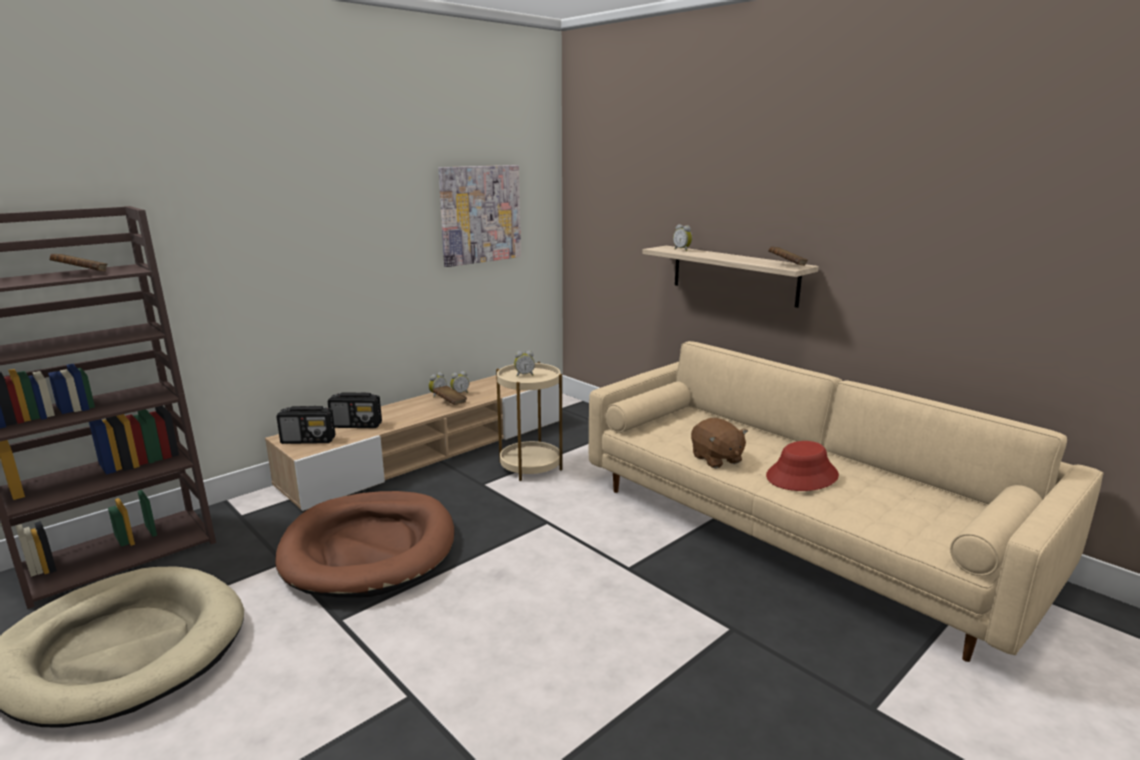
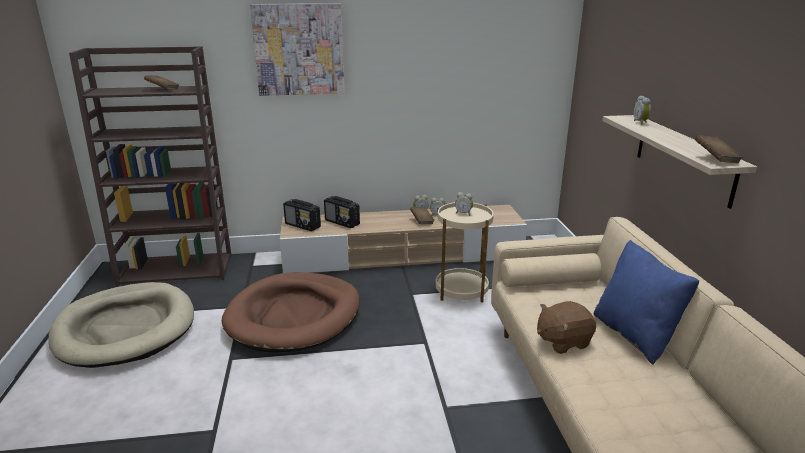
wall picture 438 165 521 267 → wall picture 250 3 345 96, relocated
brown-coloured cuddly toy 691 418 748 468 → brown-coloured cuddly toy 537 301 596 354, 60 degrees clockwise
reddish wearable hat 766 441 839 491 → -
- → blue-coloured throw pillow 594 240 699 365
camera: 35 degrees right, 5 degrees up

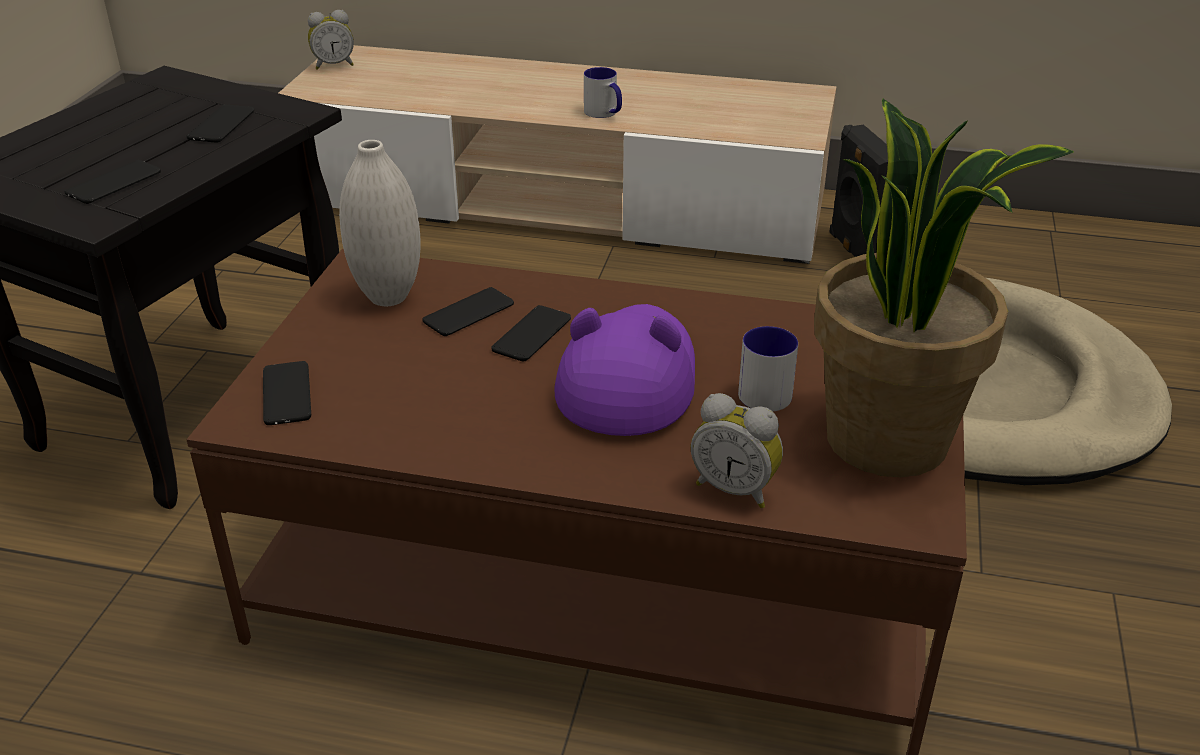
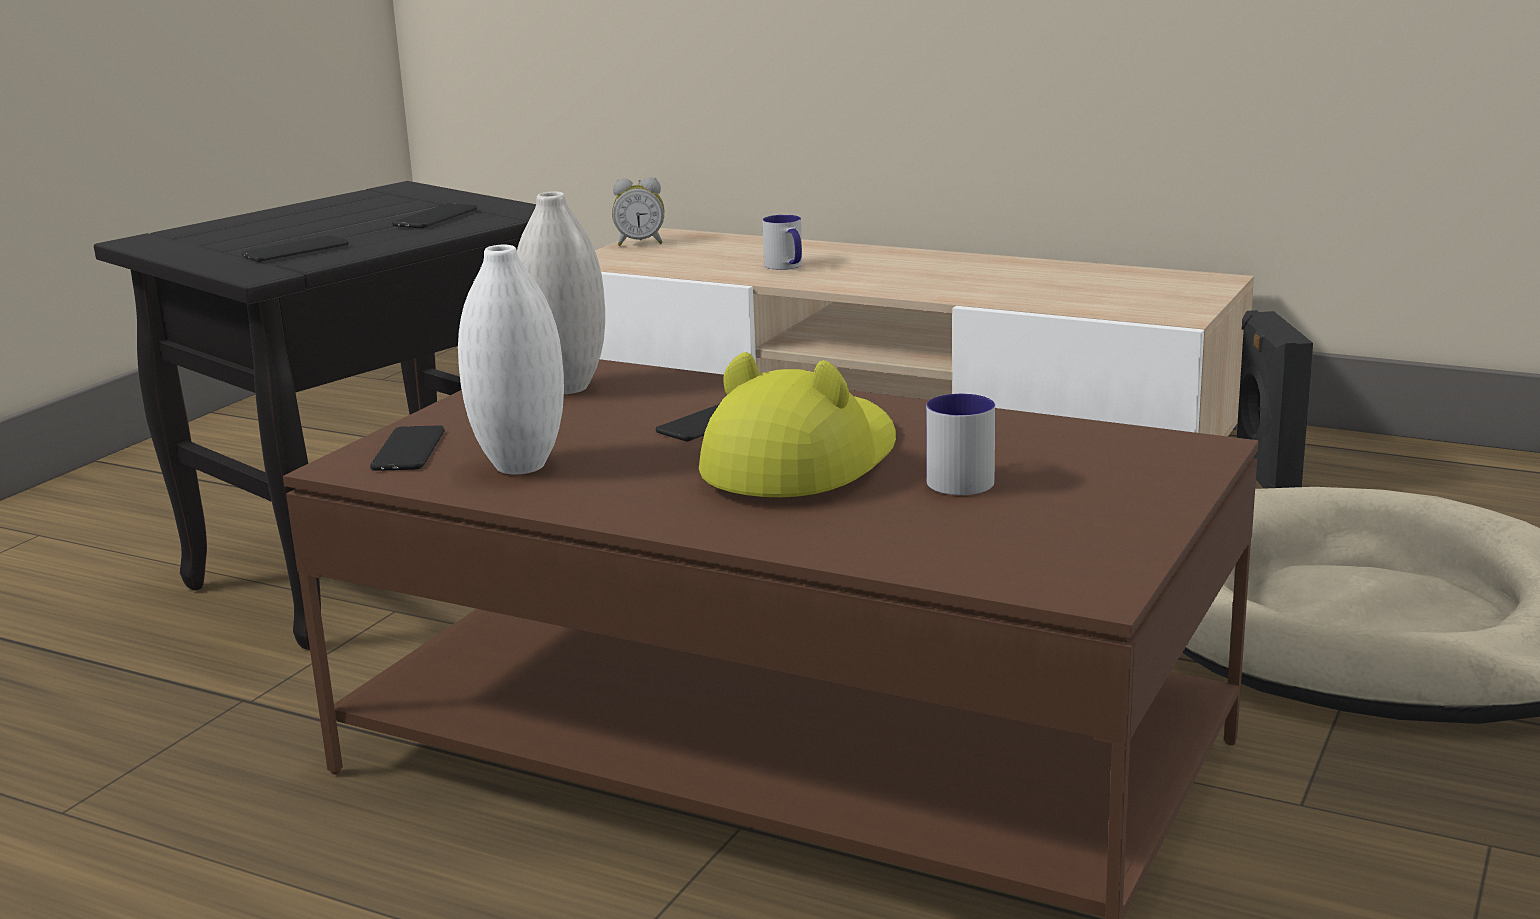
phone 422 287 514 336 → -
purplish wearable hat 555 304 695 436 → yellow wearable hat 699 352 896 497
coffee mug 584 67 622 118 → coffee mug 762 215 802 270, relocated
alarm clock 691 393 783 508 → -
houseplant 814 99 1074 477 → -
- → white-coloured decorative vase 458 245 564 474
camera: 15 degrees right, 15 degrees down

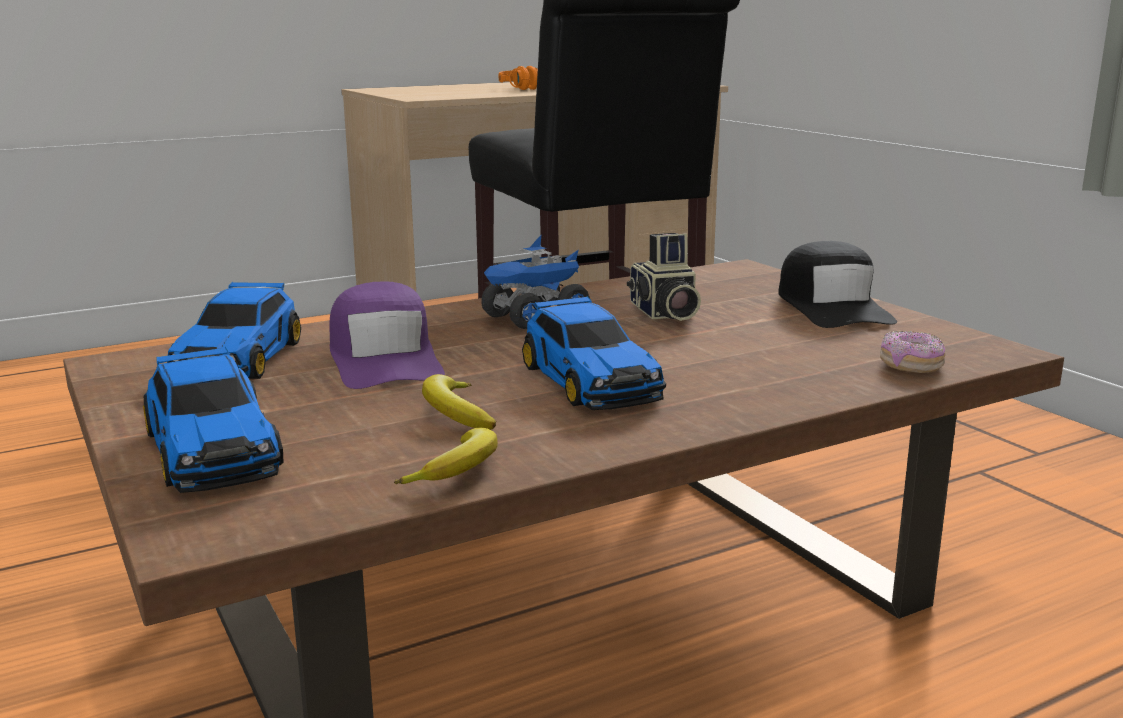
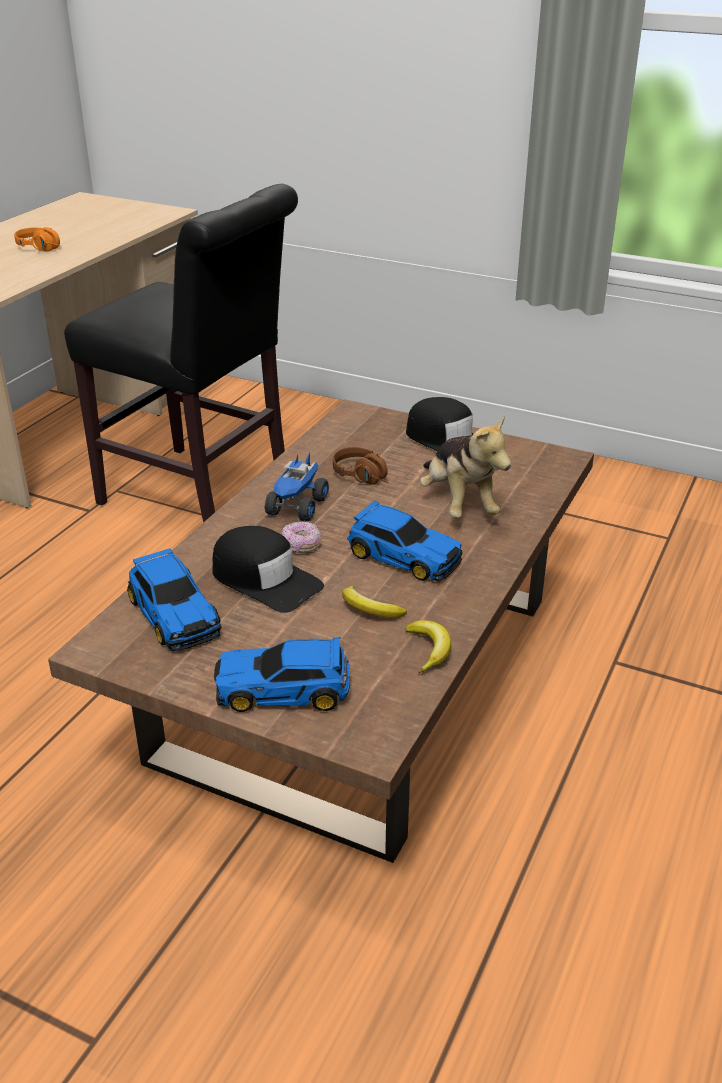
miniature car 143 347 284 493 → miniature car 214 637 350 712, 150 degrees clockwise
purplish peaked cap 329 281 445 389 → black-coloured peaked cap 212 526 324 613
photo camera 627 233 701 321 → brown-coloured headphones 333 447 389 485
ring doughnut 880 331 945 373 → ring doughnut 282 521 321 553, relocated
- → cuddly toy 420 415 511 518
camera: 35 degrees left, 15 degrees up

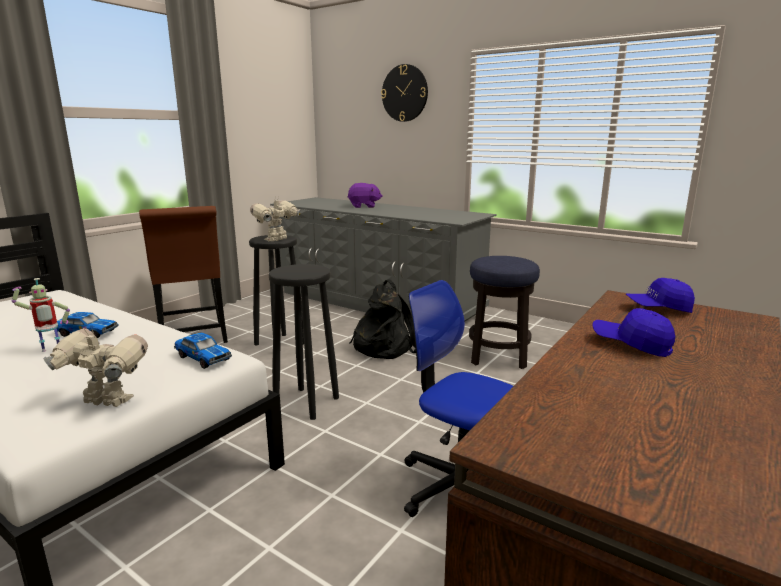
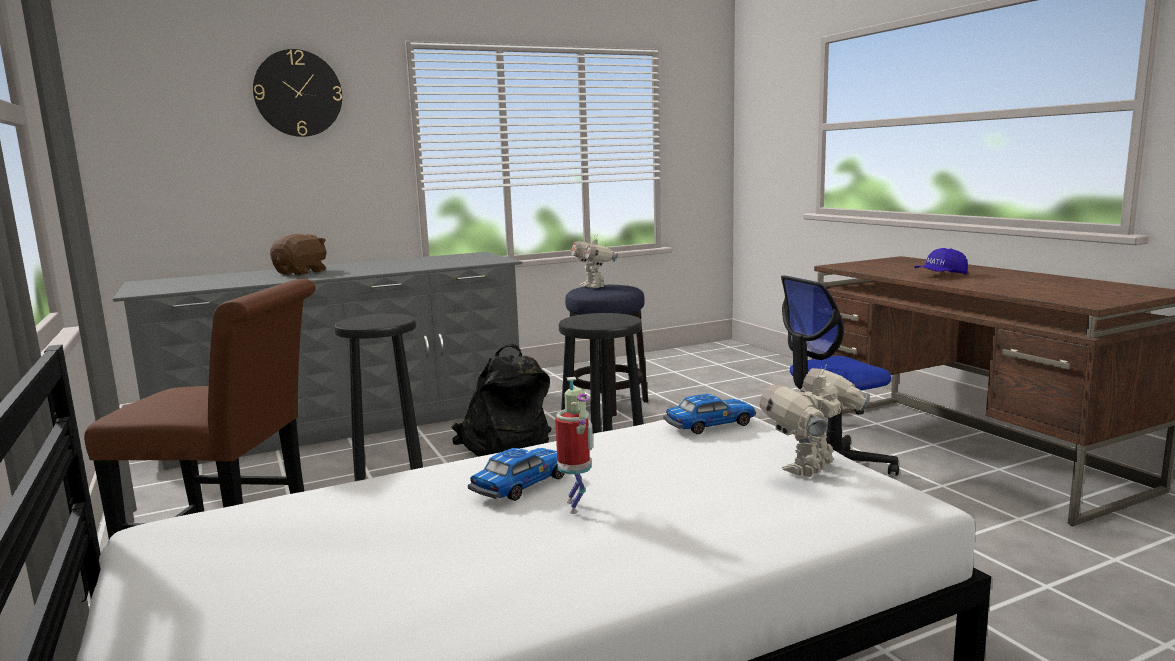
model robot 250 197 301 241 → model robot 571 234 618 288, relocated
purplish cuddly toy 347 183 383 208 → brown-coloured cuddly toy 270 234 327 275
blue-coloured peaked cap 626 278 695 313 → -
camera: 60 degrees left, 5 degrees down

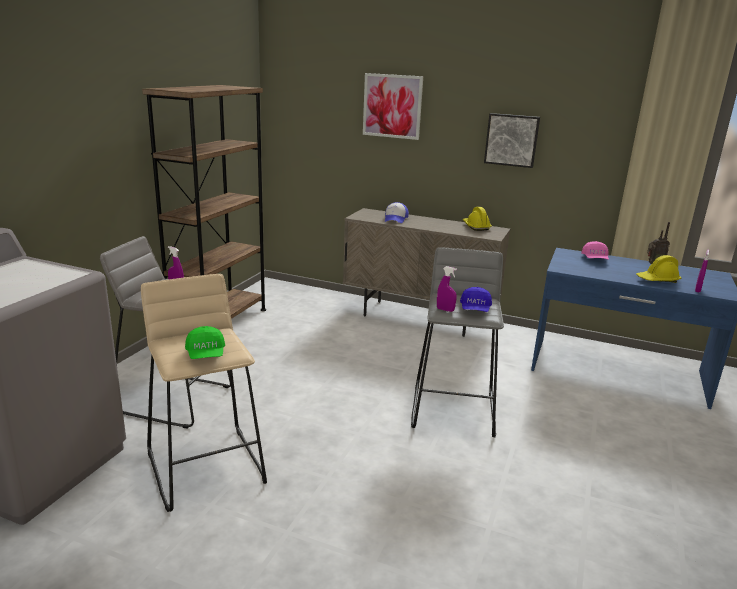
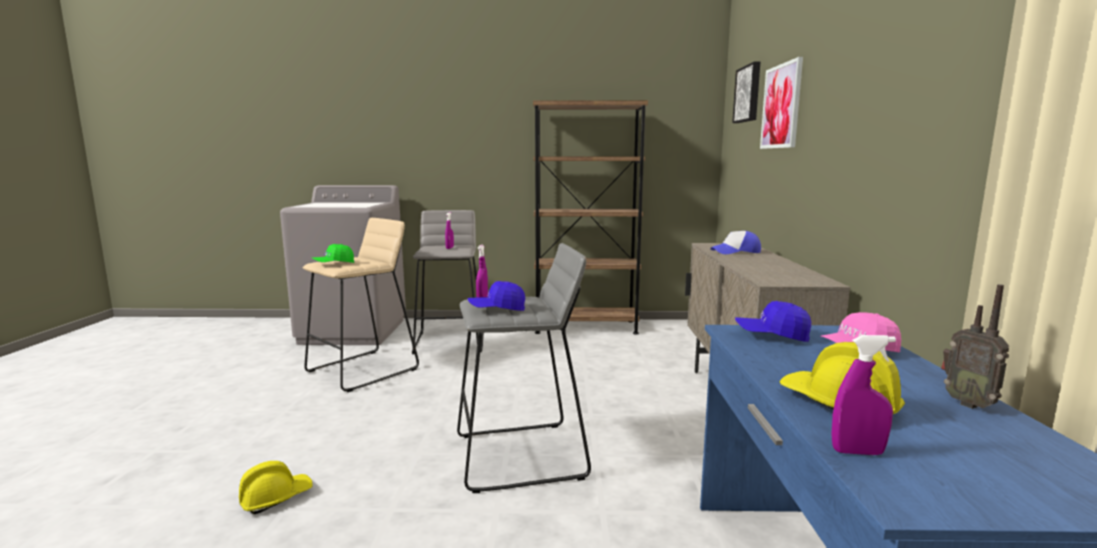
yellow work helmet 462 207 492 231 → yellow work helmet 239 461 313 514, relocated
wall picture 484 113 540 168 → wall picture 732 62 760 123, relocated
- → blue-coloured peaked cap 735 301 811 342
camera: 70 degrees right, 10 degrees down

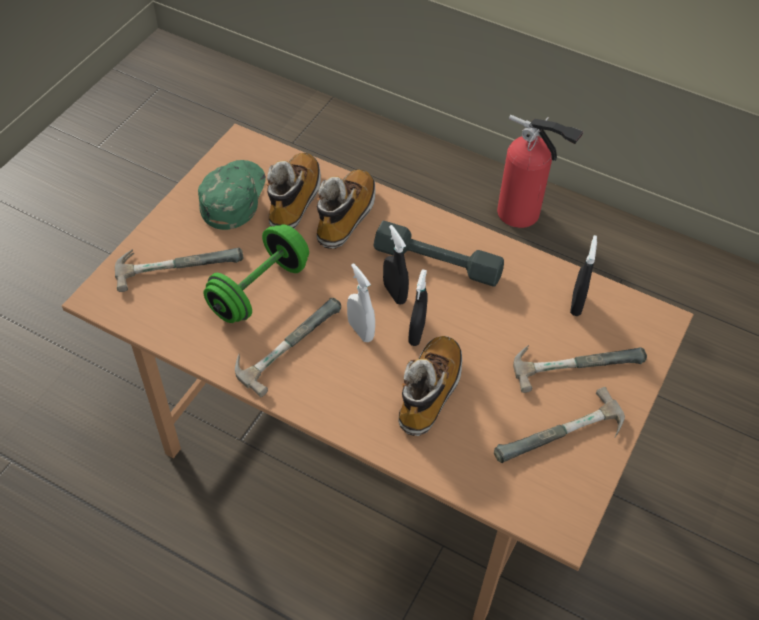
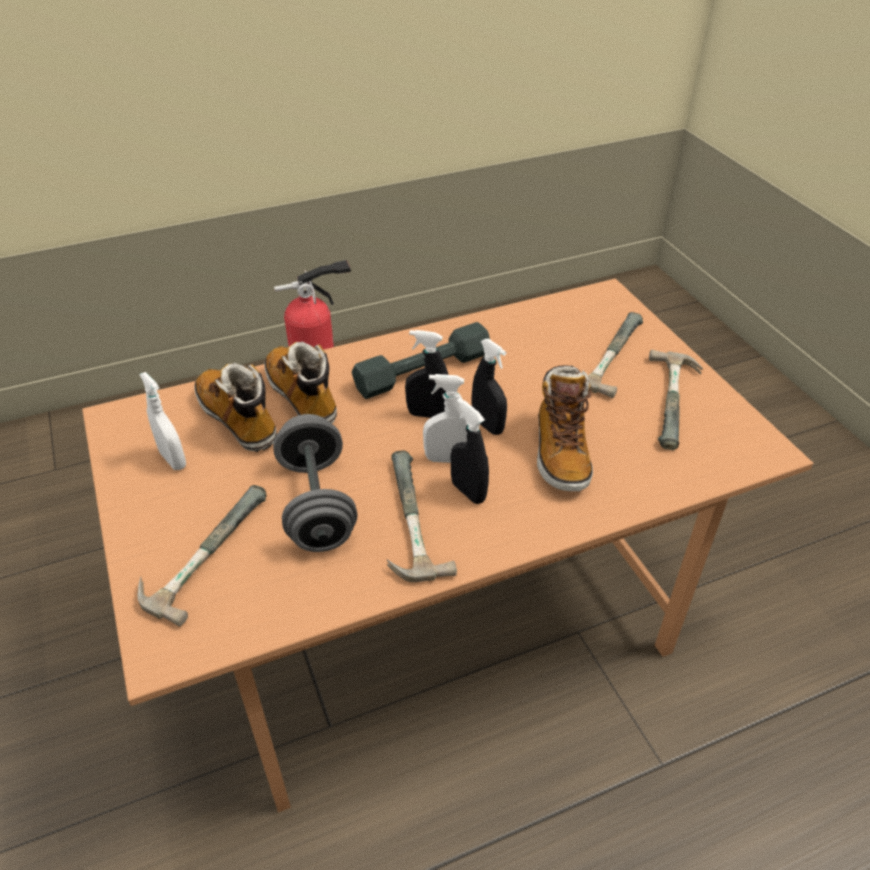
greenish peaked cap 198 160 266 230 → white-coloured hand sprayer 139 372 186 470
greenish hand weight 203 224 309 323 → gray hand weight 273 414 357 552
high-top boot 398 336 462 436 → high-top boot 537 365 593 492, 150 degrees counterclockwise
black-coloured hand sprayer 570 235 597 316 → black-coloured hand sprayer 451 398 489 504, relocated
camera: 50 degrees left, 10 degrees down

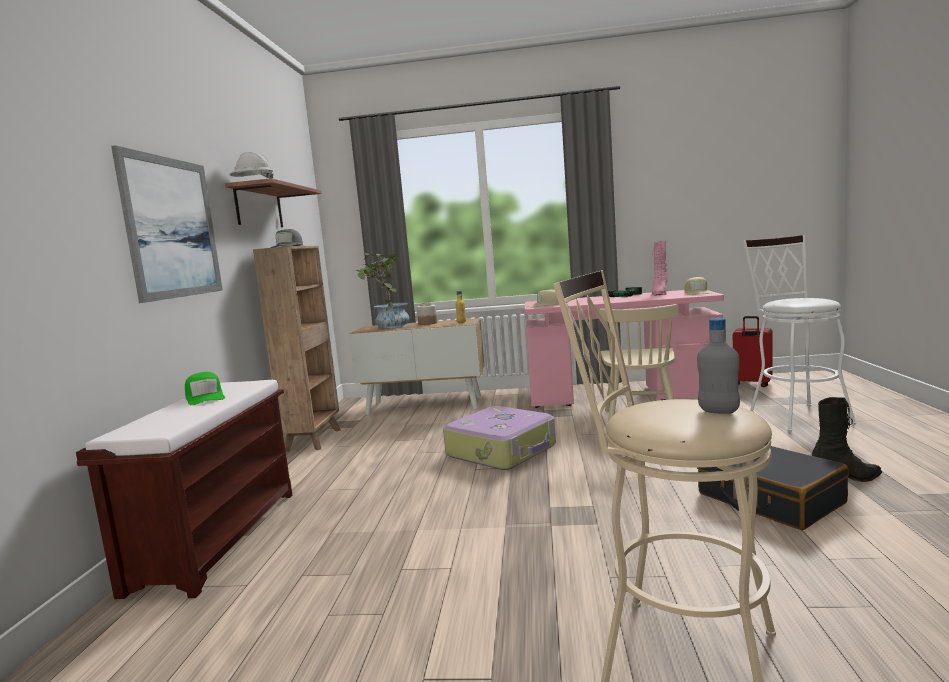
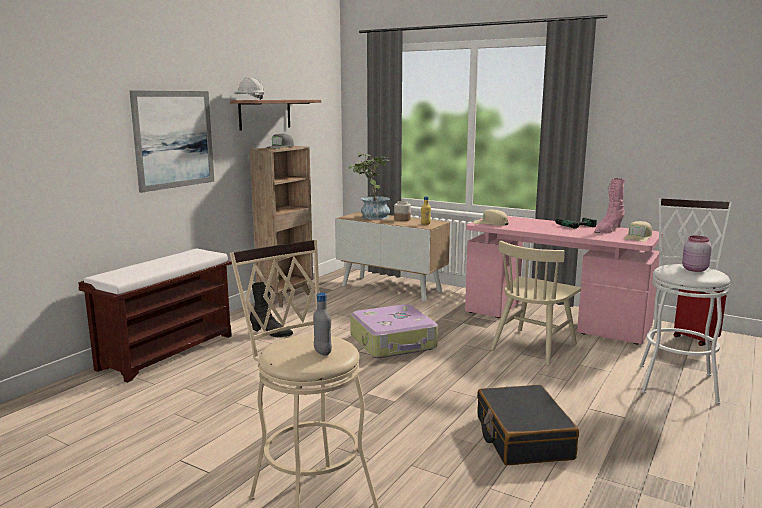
greenish peaked cap 185 372 225 405 → -
black-coloured high-top boot 812 397 882 482 → black-coloured high-top boot 250 282 293 337, relocated
- → pinkish jar 682 236 712 272
camera: 25 degrees right, 5 degrees up

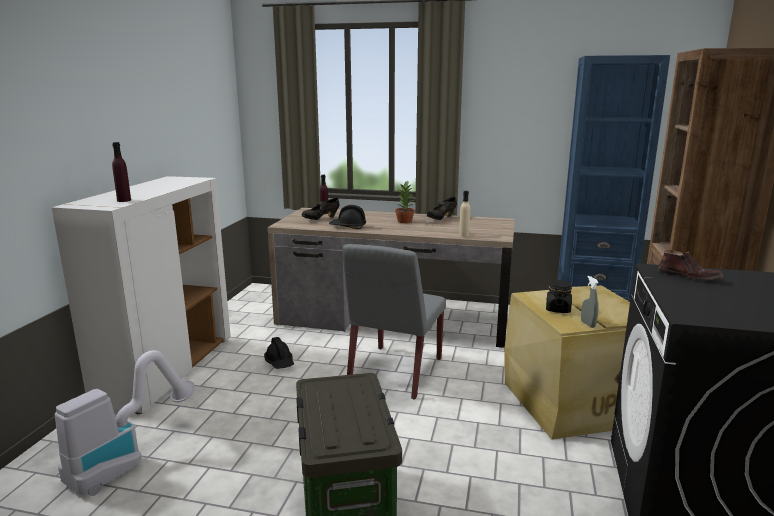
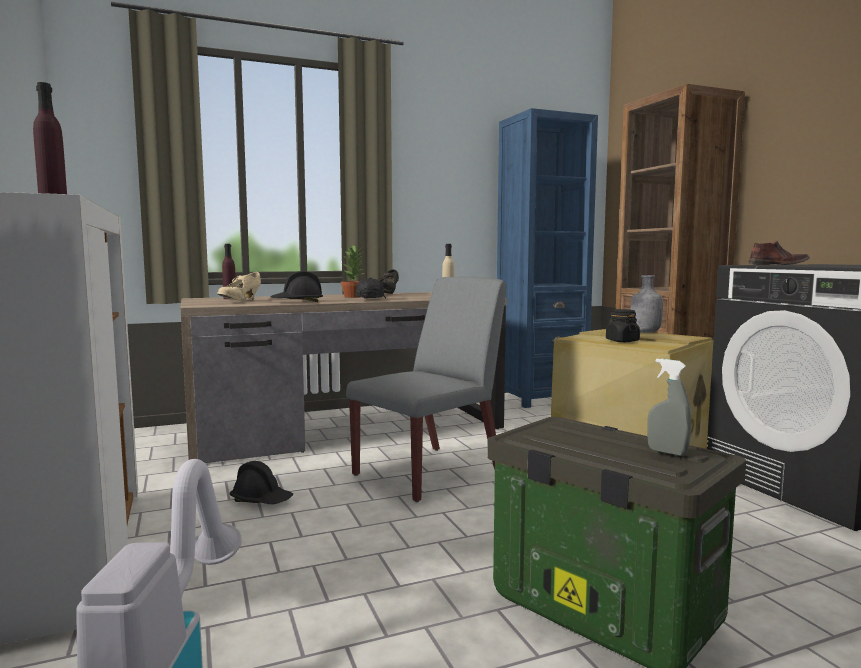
black-coloured low shoe 302 197 339 220 → sand-coloured low shoe 217 272 261 300
gray chair 343 244 446 400 → gray chair 346 276 506 502, 120 degrees counterclockwise
gray hand sprayer 581 276 599 328 → gray hand sprayer 647 359 691 456, relocated
- → black-coloured peaked cap 355 278 386 299
- → gray beverage bottle 630 275 663 333
camera: 35 degrees left, 10 degrees down

